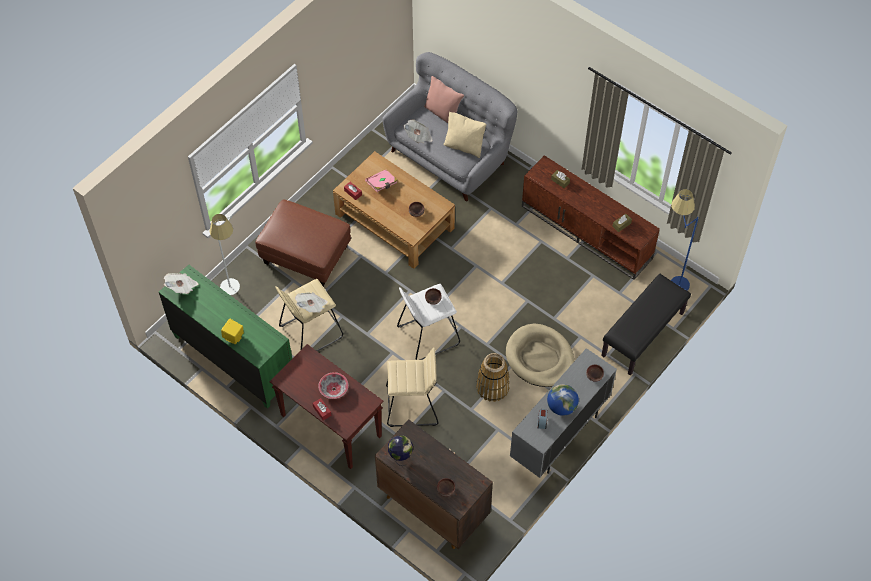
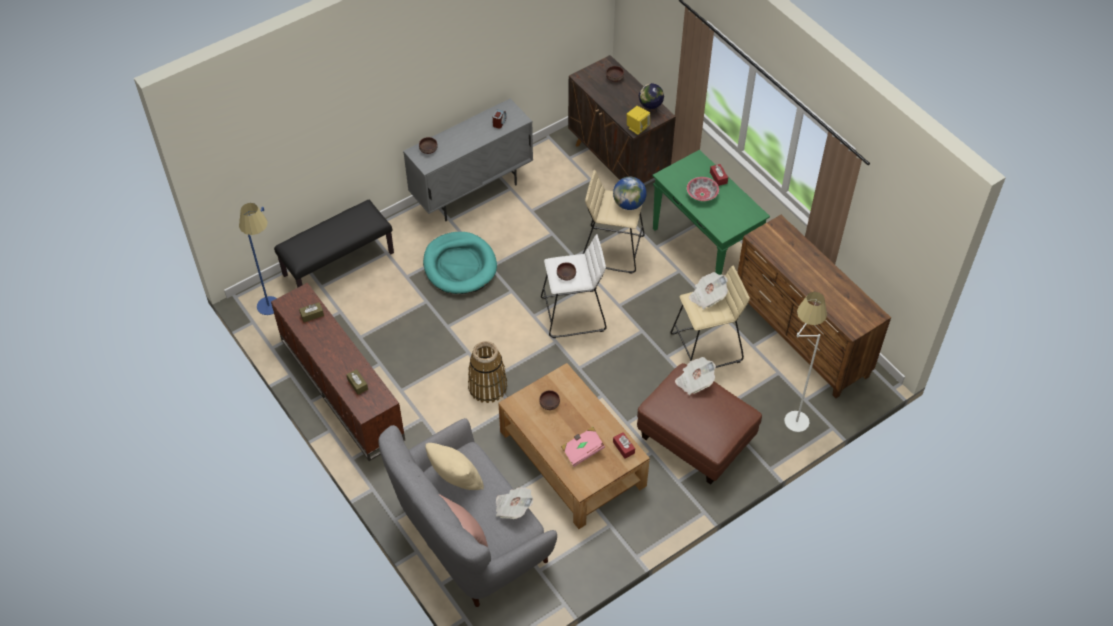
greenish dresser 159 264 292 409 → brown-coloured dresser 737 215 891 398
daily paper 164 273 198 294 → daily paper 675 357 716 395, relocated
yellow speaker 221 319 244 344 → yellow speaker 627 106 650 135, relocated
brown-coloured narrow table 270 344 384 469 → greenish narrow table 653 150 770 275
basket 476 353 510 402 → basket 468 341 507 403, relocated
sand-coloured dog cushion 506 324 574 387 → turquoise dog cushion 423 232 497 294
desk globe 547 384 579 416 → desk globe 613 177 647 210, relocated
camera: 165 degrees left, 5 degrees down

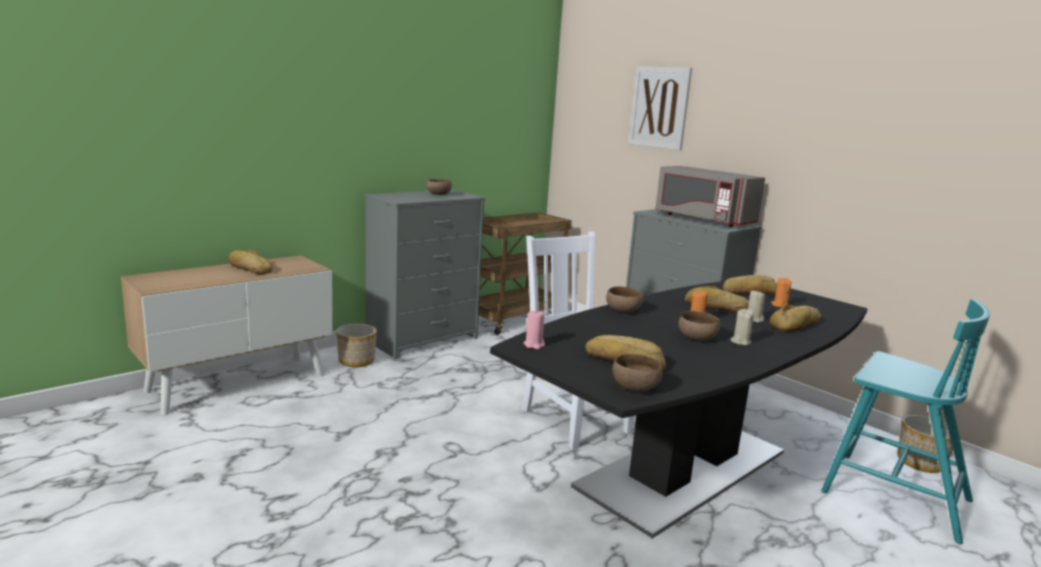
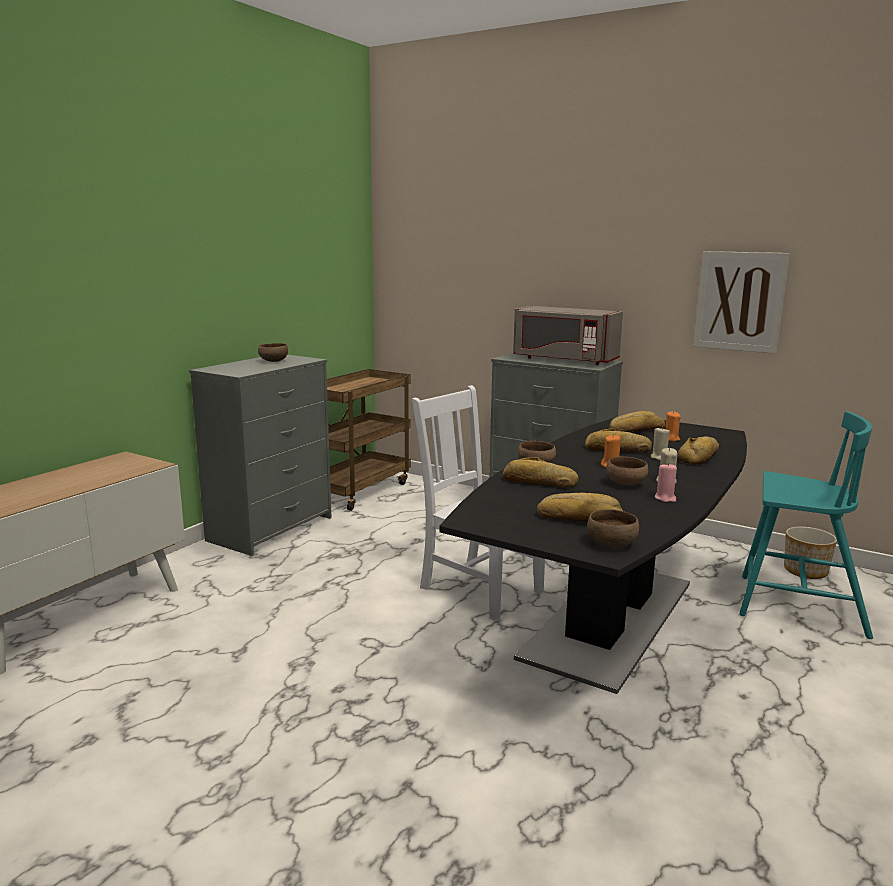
bakery bread 229 250 273 274 → bakery bread 503 457 579 488, relocated
plant pot 336 324 377 367 → -
pinkish candle 523 309 545 349 → pinkish candle 655 463 677 502, relocated
wall picture 628 66 692 150 → wall picture 694 251 790 354, relocated
camera: 15 degrees left, 0 degrees up

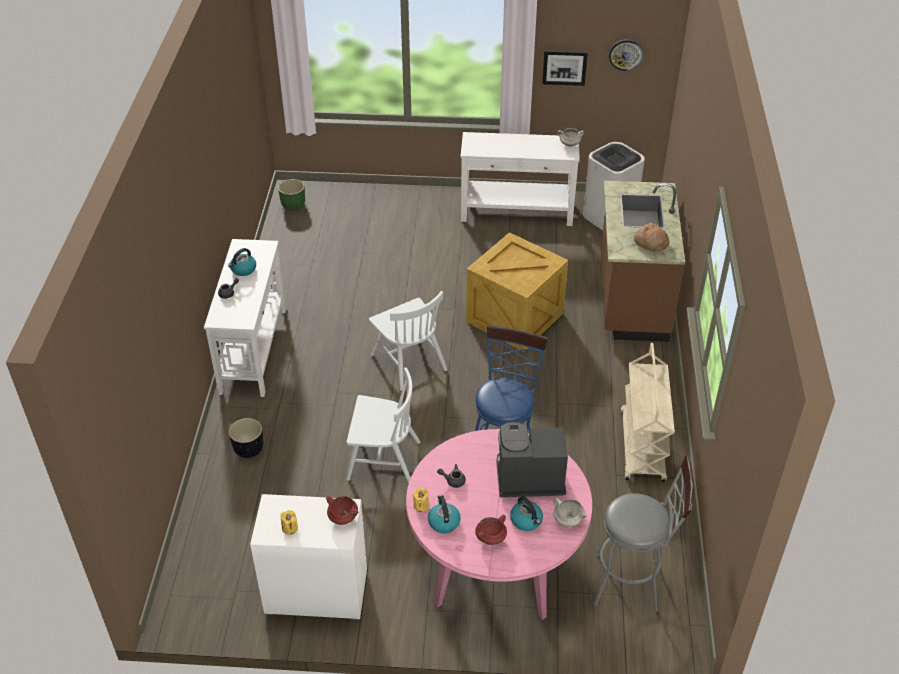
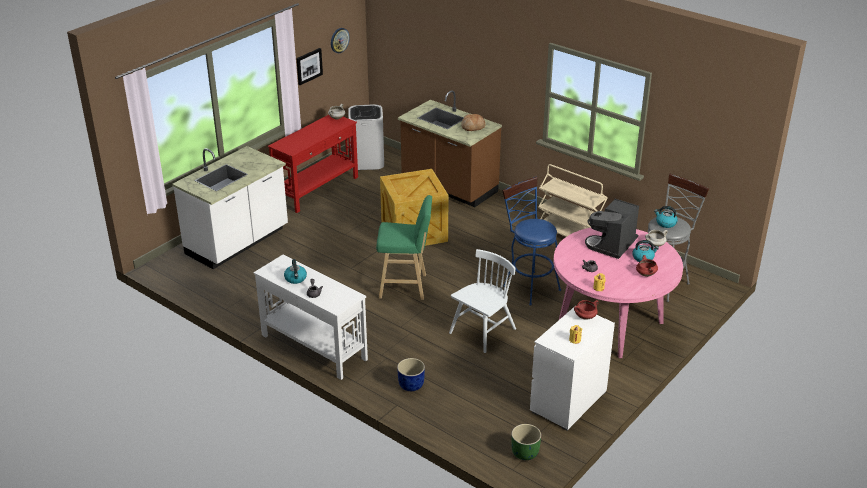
black-coloured plant pot 229 418 263 458 → blue-coloured plant pot 397 358 425 391
greenish plant pot 278 179 305 210 → greenish plant pot 511 424 541 460, relocated
white-coloured chair 369 291 448 391 → greenish stool seat 376 195 432 300
water kettle 428 495 461 533 → water kettle 654 206 678 228, relocated
white-coloured narrow table 461 132 580 226 → reddish narrow table 268 115 358 213
- → white-coloured kitchen base unit 172 146 288 269
camera: 55 degrees left, 10 degrees down

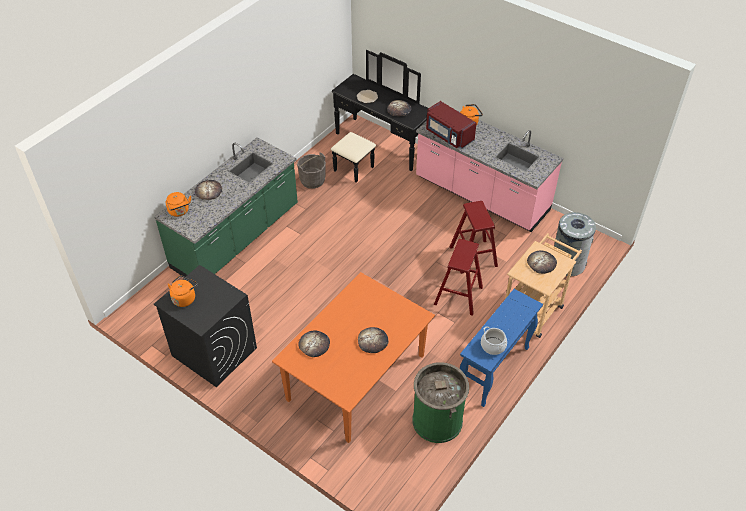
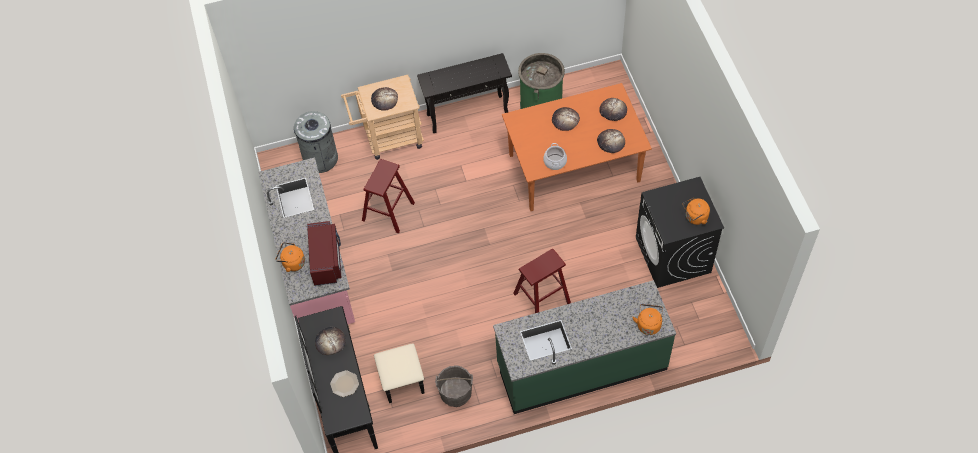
bakery bread 195 180 222 200 → bakery bread 599 98 627 121, relocated
reddish stool seat 434 239 483 316 → reddish stool seat 513 249 571 313, relocated
blue-coloured narrow table 460 289 543 407 → black-coloured narrow table 417 53 512 133
stockpot 481 327 507 355 → stockpot 543 143 567 170, relocated
camera: 140 degrees left, 10 degrees up

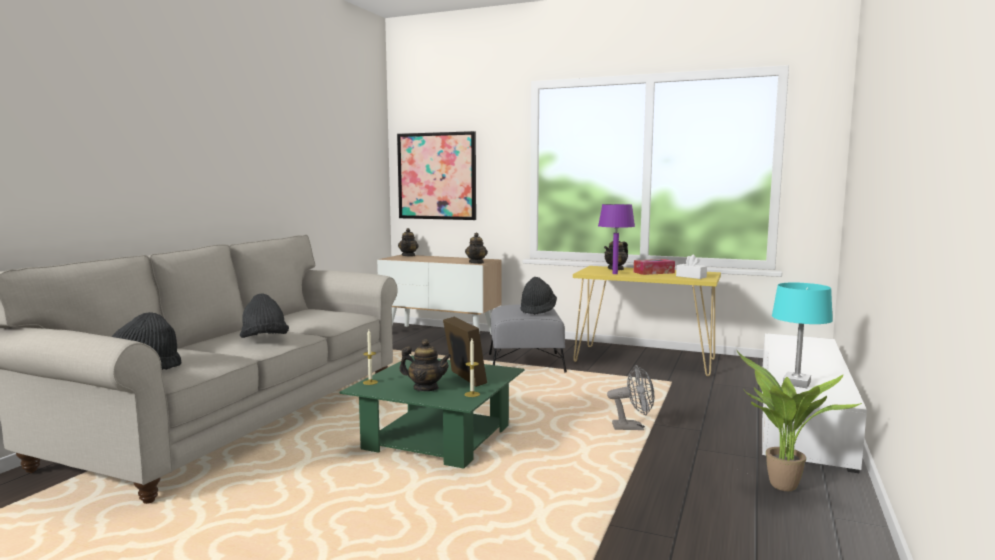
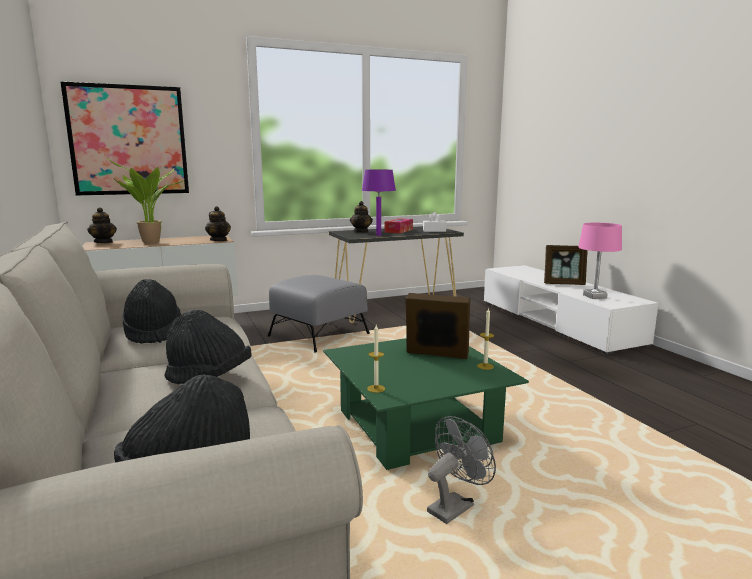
tea pot 399 339 451 391 → -
black-coloured wearable hat 521 277 557 315 → black-coloured wearable hat 123 279 181 344, relocated
yellow narrow table 573 266 721 376 → black-coloured narrow table 329 226 464 323
gray fan 607 365 654 430 → gray fan 427 416 496 524, relocated
houseplant 737 351 862 491 → houseplant 108 159 185 244, relocated
turquoise table lamp 772 282 833 388 → pinkish table lamp 578 223 622 299
- → picture frame 544 245 588 285
camera: 45 degrees left, 5 degrees up

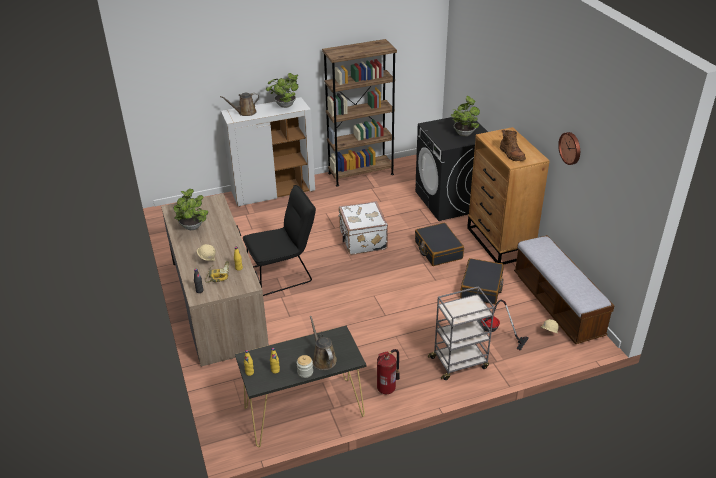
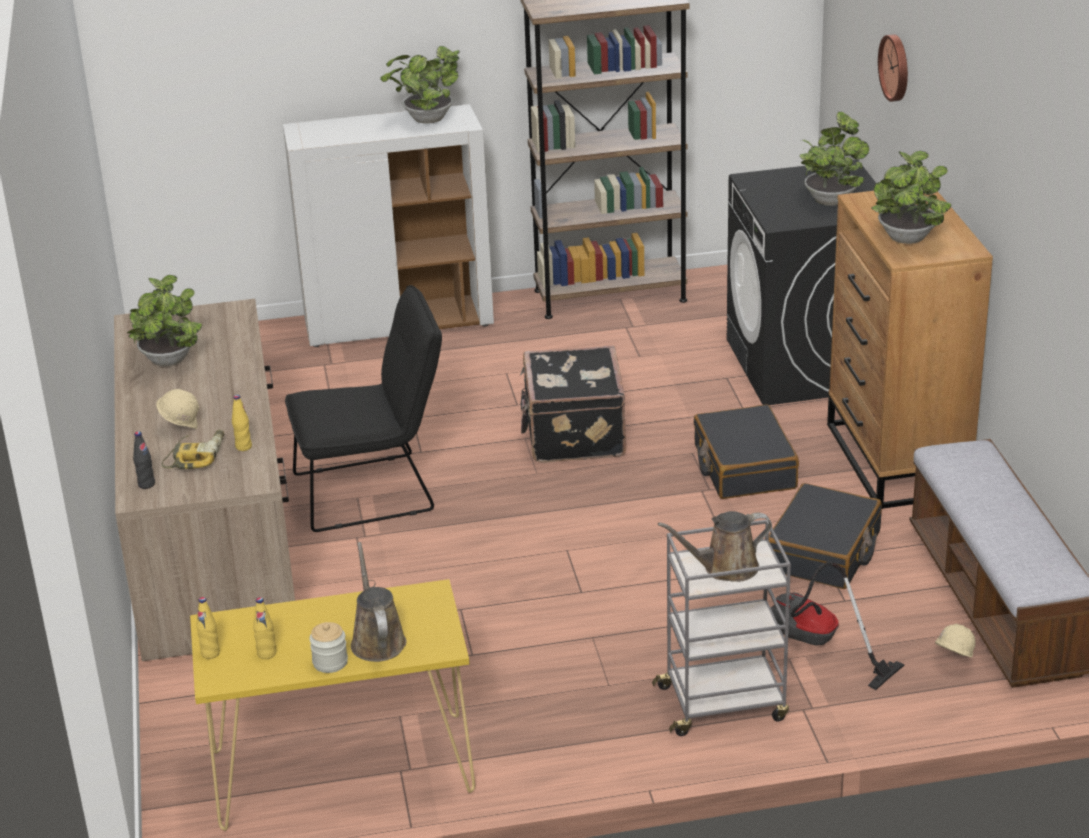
brown-coloured watering pot 220 93 259 116 → brown-coloured watering pot 658 511 772 582, relocated
black-coloured narrow table 235 326 366 447 → yellow narrow table 190 579 475 831
white-coloured travel case 338 201 388 255 → black-coloured travel case 520 346 626 462
fire-fighting cylinder 377 349 400 394 → -
brown-coloured high-top boot 500 130 526 161 → houseplant 871 151 951 244
hanging clock 558 132 580 165 → hanging clock 878 34 908 102, relocated
camera: 10 degrees right, 5 degrees down

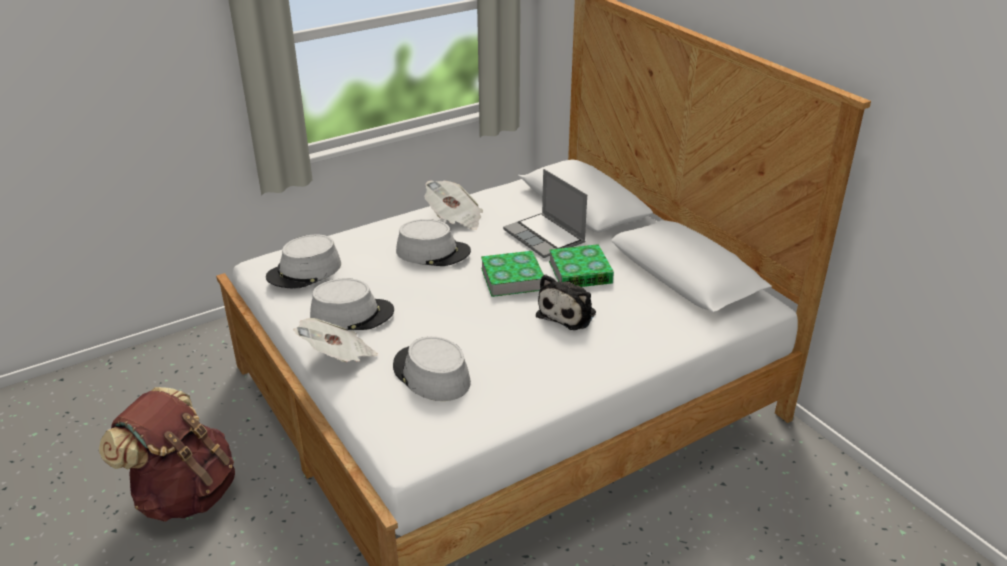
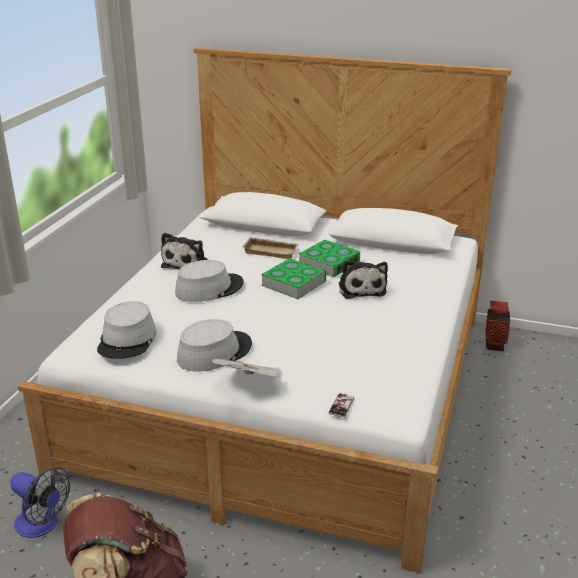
gray wearable hat 393 336 471 401 → -
daily paper 424 180 483 230 → cuddly toy 161 233 208 269
portable computer 503 169 587 258 → sand-coloured carrying tray 242 237 299 259
- → fan 10 467 70 538
- → phone 329 393 355 417
- → decorative vase 485 301 510 351
camera: 40 degrees left, 5 degrees down

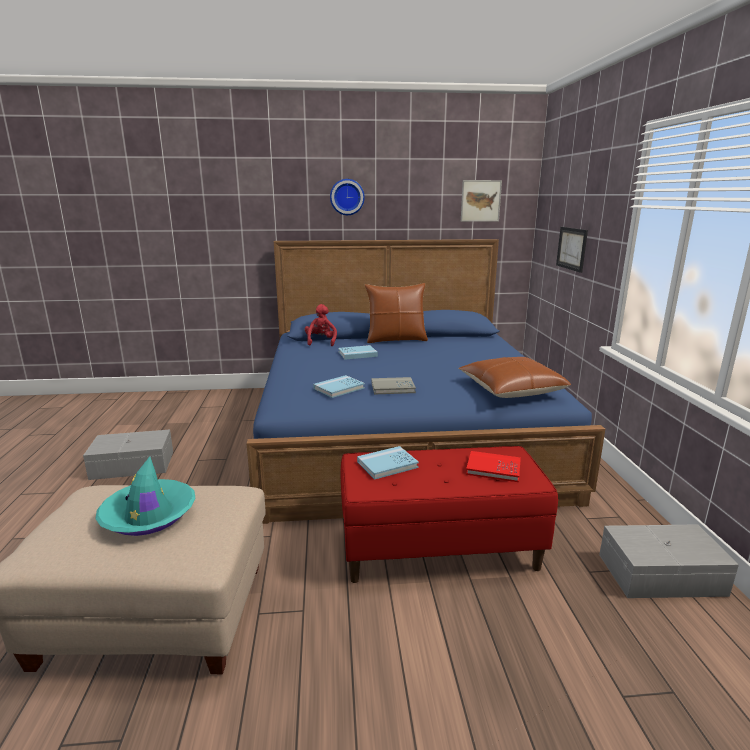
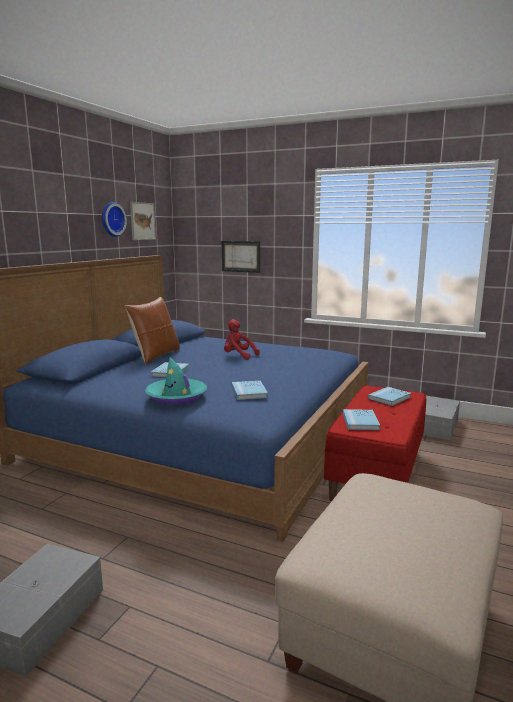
turquoise wearable hat 95 456 196 536 → turquoise wearable hat 145 357 207 405, relocated
reddish cuddly toy 305 304 337 346 → reddish cuddly toy 224 319 260 360, relocated
hanging clock 330 179 365 215 → hanging clock 102 202 127 237, relocated
gray book 372 377 416 395 → -
brown-coloured throw pillow 458 357 571 398 → -
reddish book 466 451 521 482 → blue-coloured book 368 387 411 406
camera: 60 degrees left, 5 degrees down

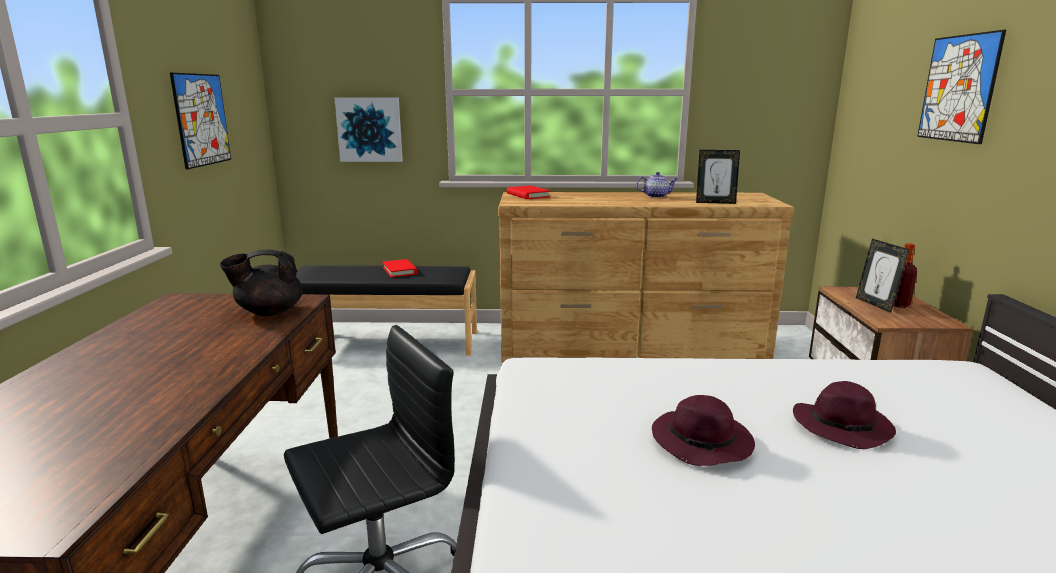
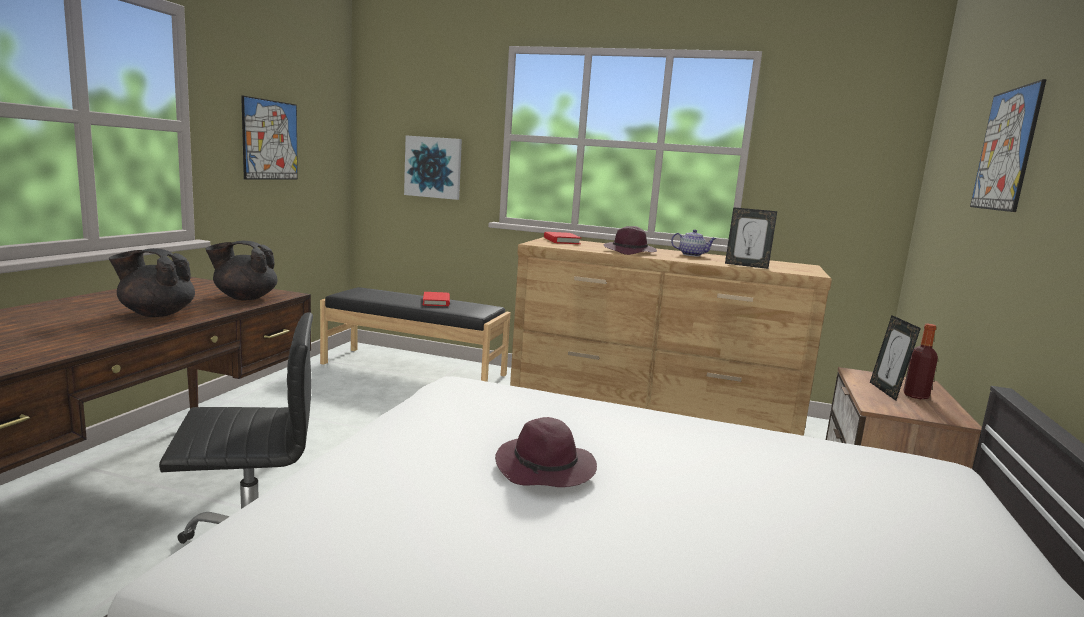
purplish wearable hat 793 381 896 449 → purplish wearable hat 603 226 657 255, relocated
- → black-coloured tea pot 109 248 195 317
camera: 15 degrees right, 5 degrees down

